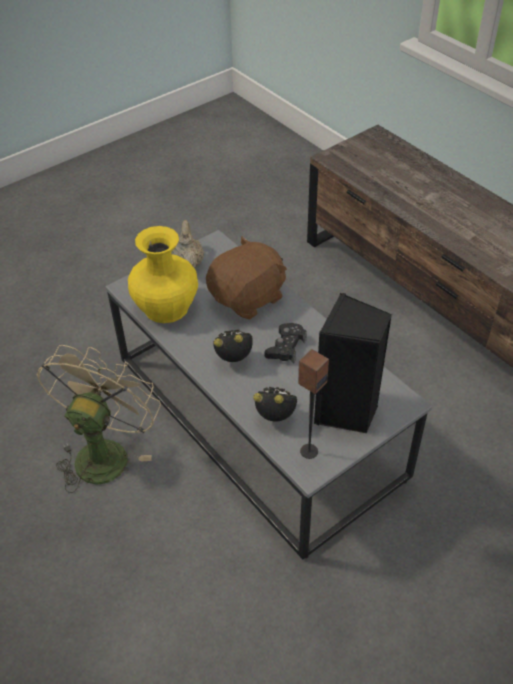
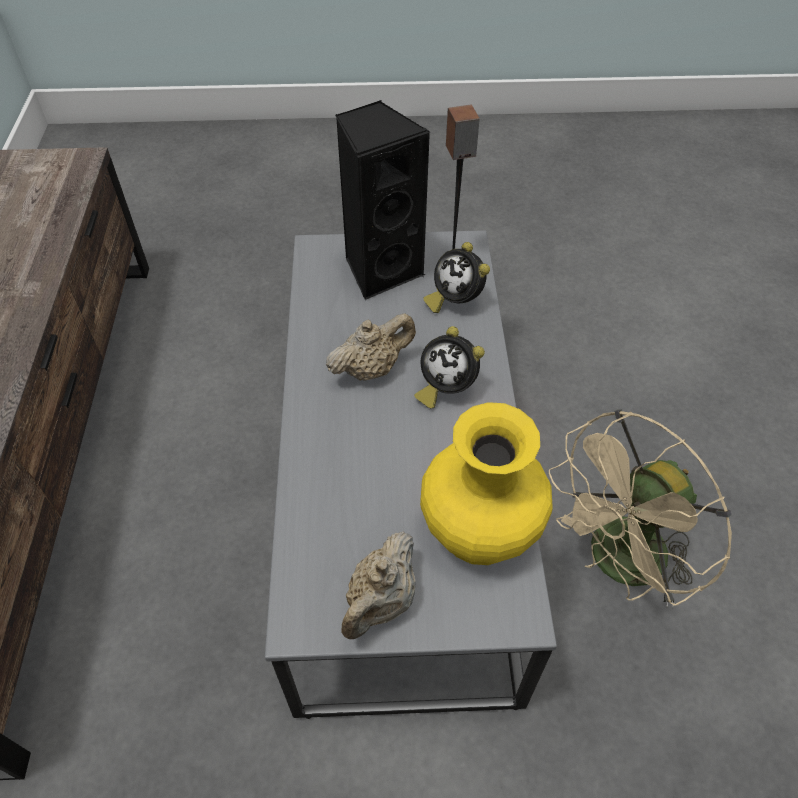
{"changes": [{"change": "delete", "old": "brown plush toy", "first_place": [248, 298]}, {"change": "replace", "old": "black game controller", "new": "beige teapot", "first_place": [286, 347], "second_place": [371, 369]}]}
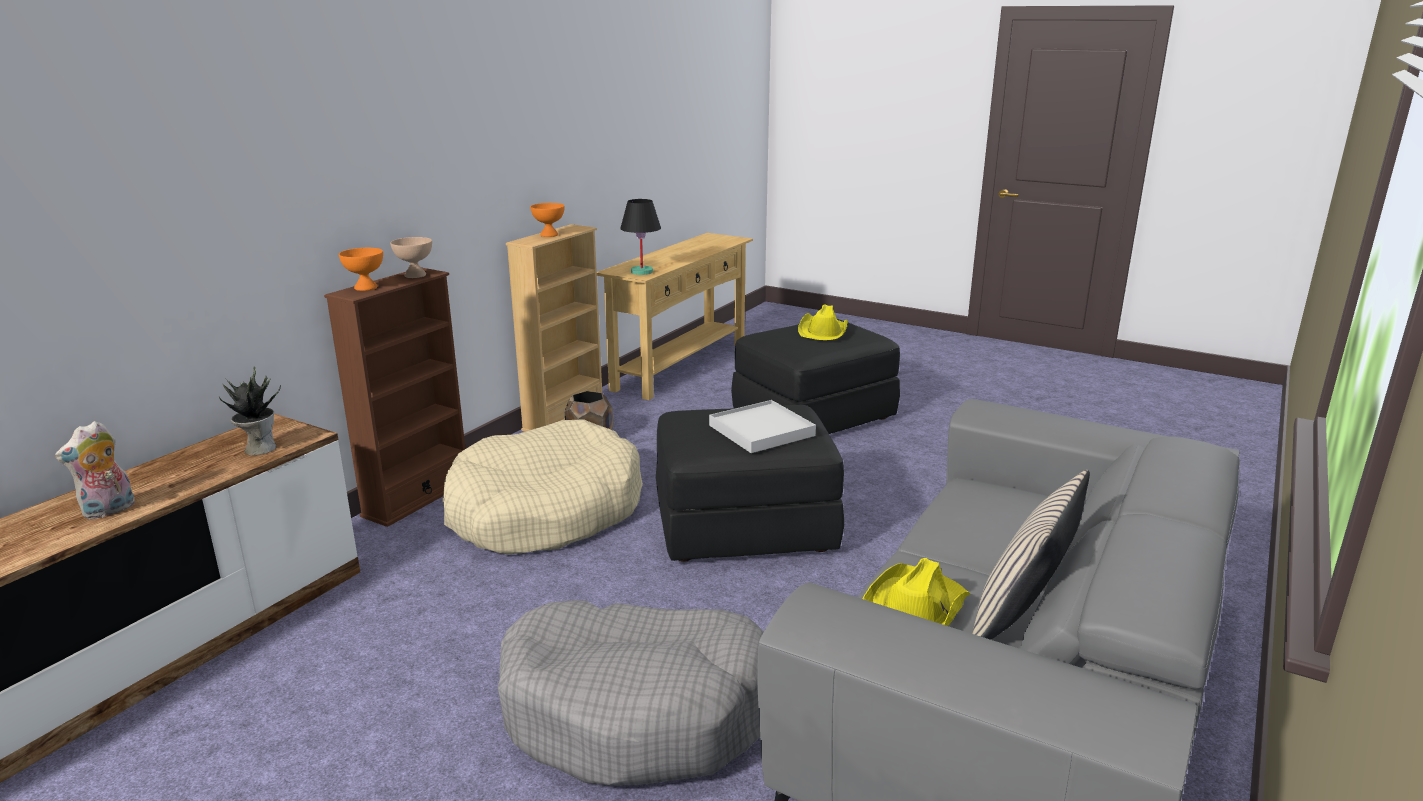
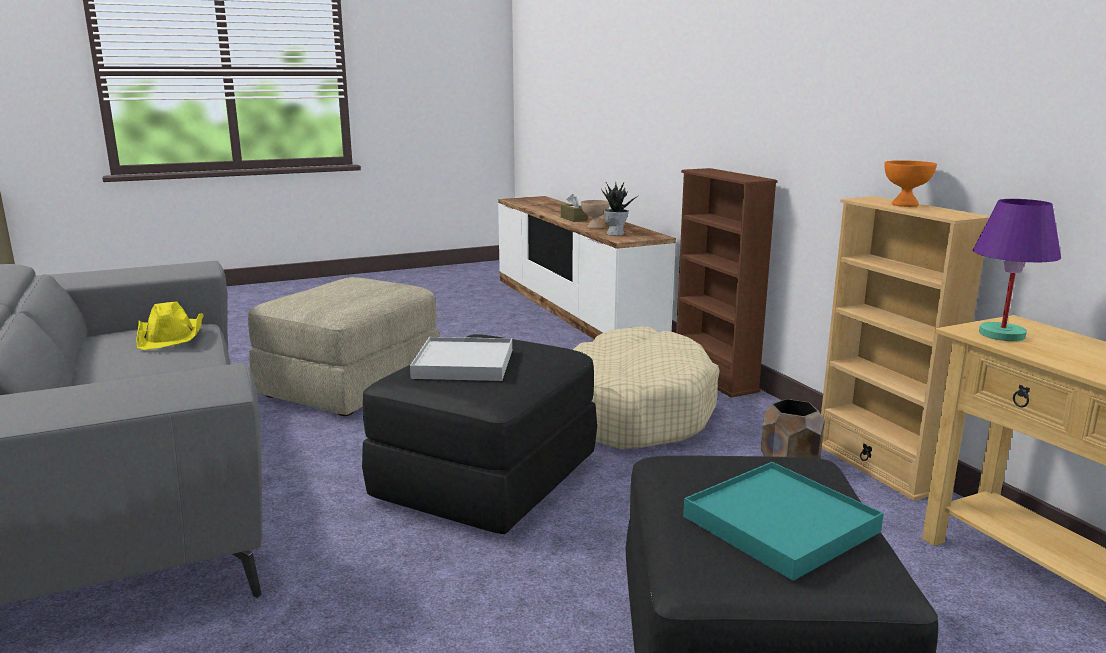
{"changes": [{"change": "recolor", "old": "black table lamp", "new": "purple table lamp", "first_place": [642, 272], "second_place": [1001, 335]}, {"change": "move", "old": "beige bowl", "first_place": [414, 275], "second_place": [595, 227]}, {"change": "delete", "old": "orange bowl", "first_place": [365, 287]}, {"change": "replace", "old": "yellow hat", "new": "turquoise tray", "first_place": [823, 331], "second_place": [780, 524]}, {"change": "replace", "old": "plush toy", "new": "brown tissue box", "first_place": [109, 511], "second_place": [574, 219]}, {"change": "delete", "old": "beige pillow", "first_place": [1021, 620]}, {"change": "replace", "old": "grey dog bed", "new": "beige ottoman", "first_place": [639, 711], "second_place": [351, 384]}]}
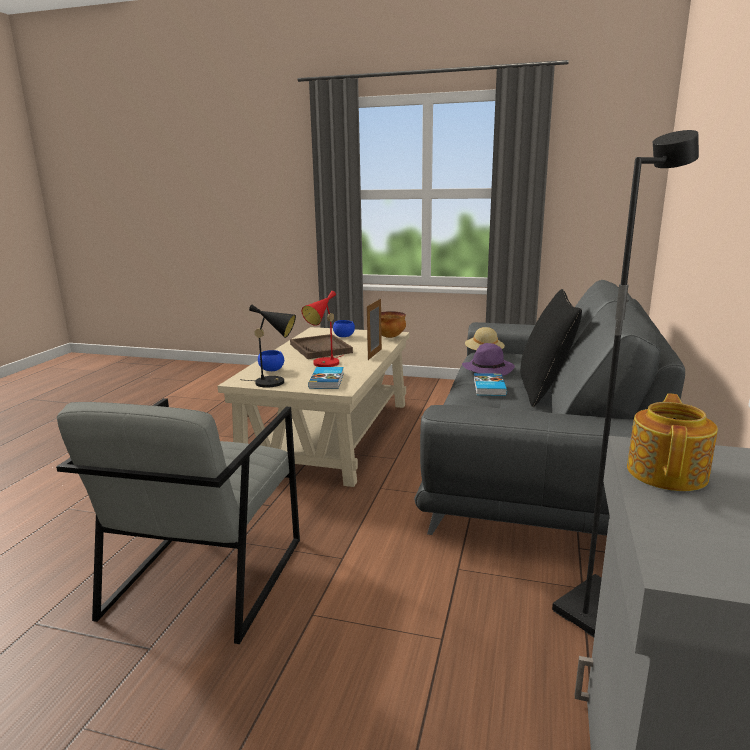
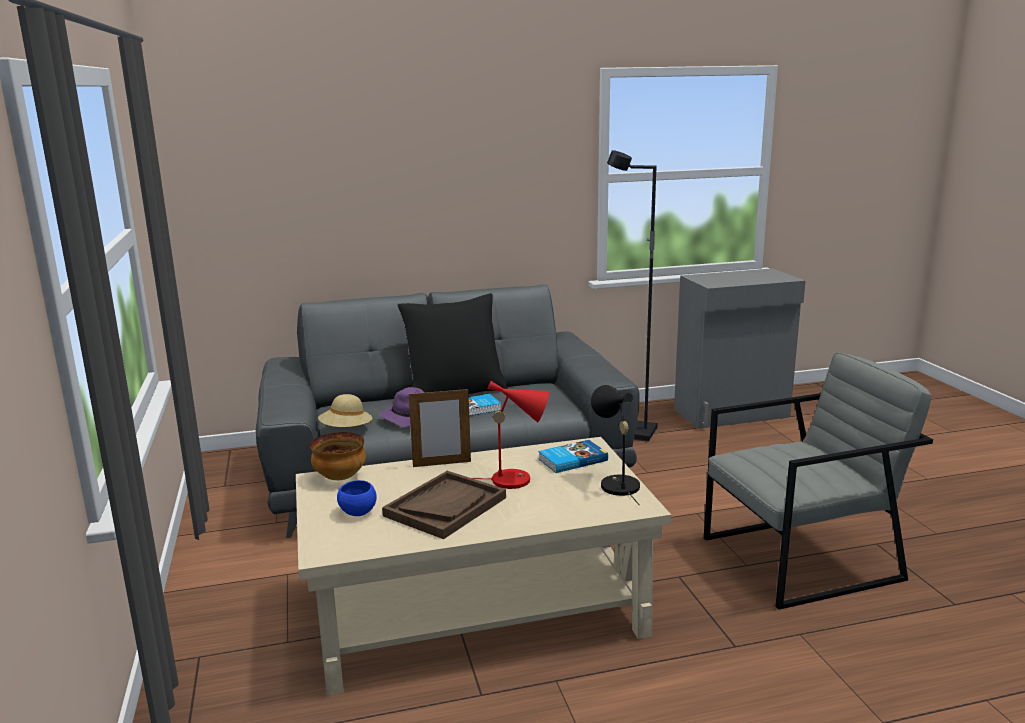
{"changes": [{"change": "delete", "old": "blue bowl", "first_place": [271, 370]}, {"change": "delete", "old": "teapot", "first_place": [667, 472]}]}
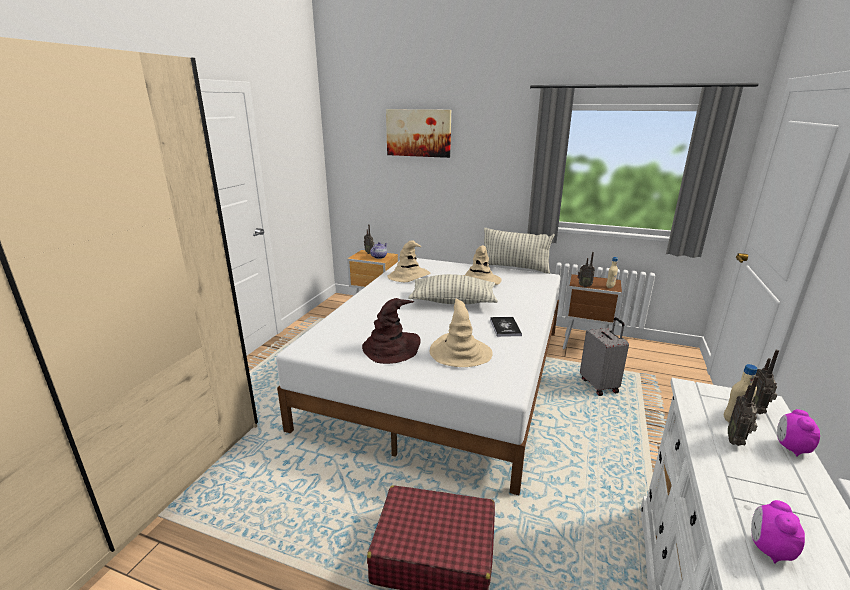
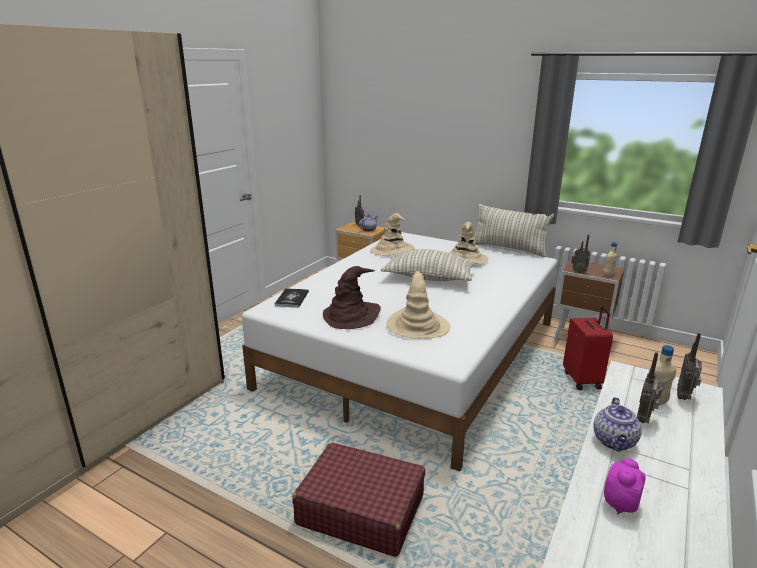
{"changes": [{"change": "delete", "old": "picture", "first_place": [418, 133]}, {"change": "move", "old": "book", "first_place": [505, 327], "second_place": [292, 299]}, {"change": "recolor", "old": "grey suitcase", "new": "red suitcase", "first_place": [599, 385], "second_place": [582, 380]}, {"change": "delete", "old": "alarm clock", "first_place": [790, 448]}, {"change": "insert", "new": "teapot", "second_place": [614, 442]}]}
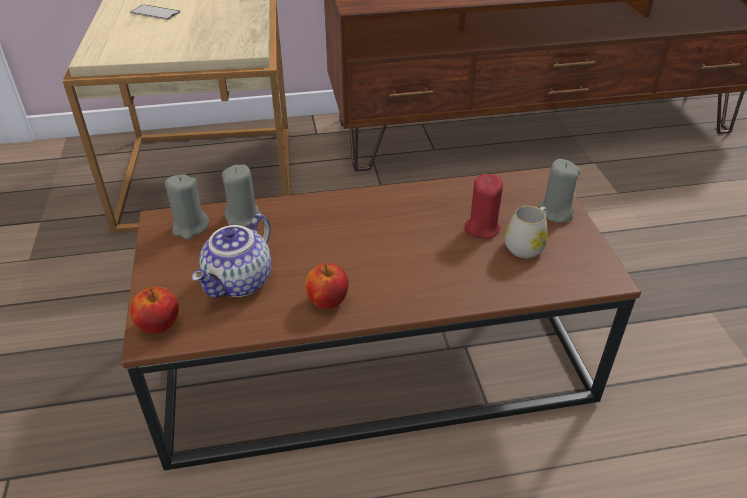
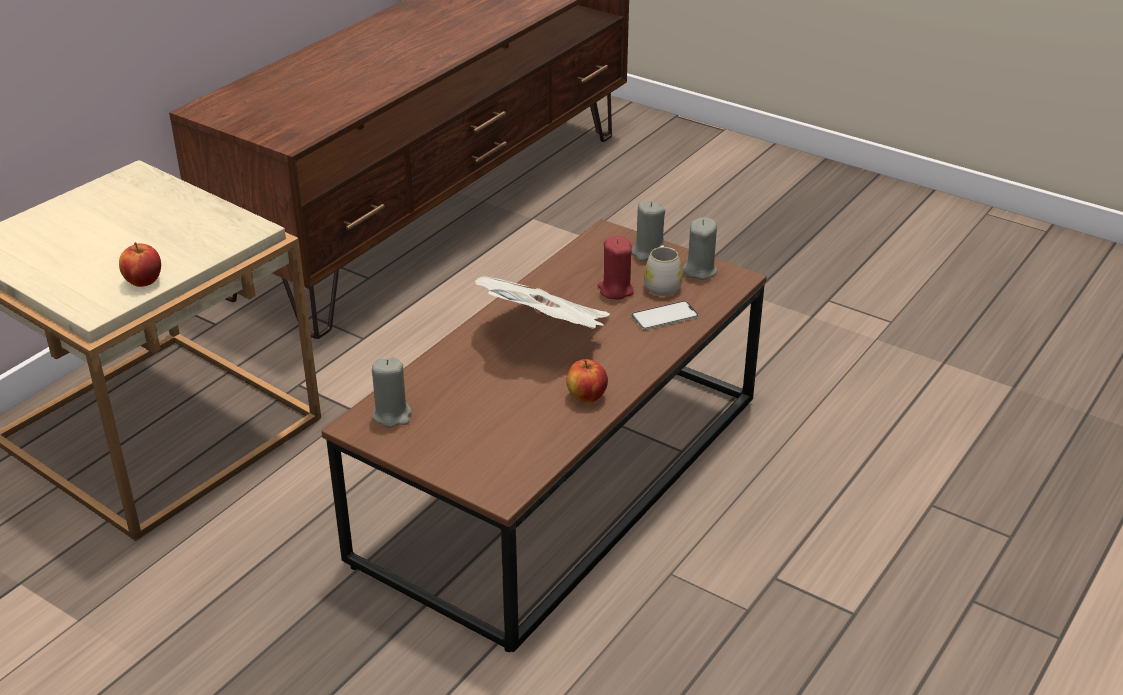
{"changes": [{"change": "move", "old": "phone", "first_place": [155, 13], "second_place": [664, 316]}, {"change": "move", "old": "grey candle", "first_place": [243, 217], "second_place": [699, 270]}, {"change": "delete", "old": "teapot", "first_place": [240, 283]}, {"change": "move", "old": "apple", "first_place": [159, 325], "second_place": [143, 282]}, {"change": "insert", "new": "newspaper", "second_place": [547, 332]}]}
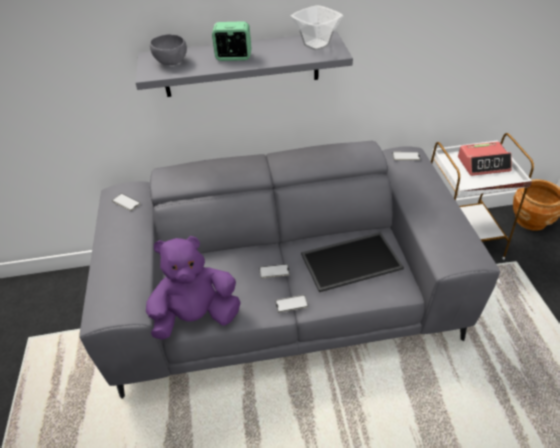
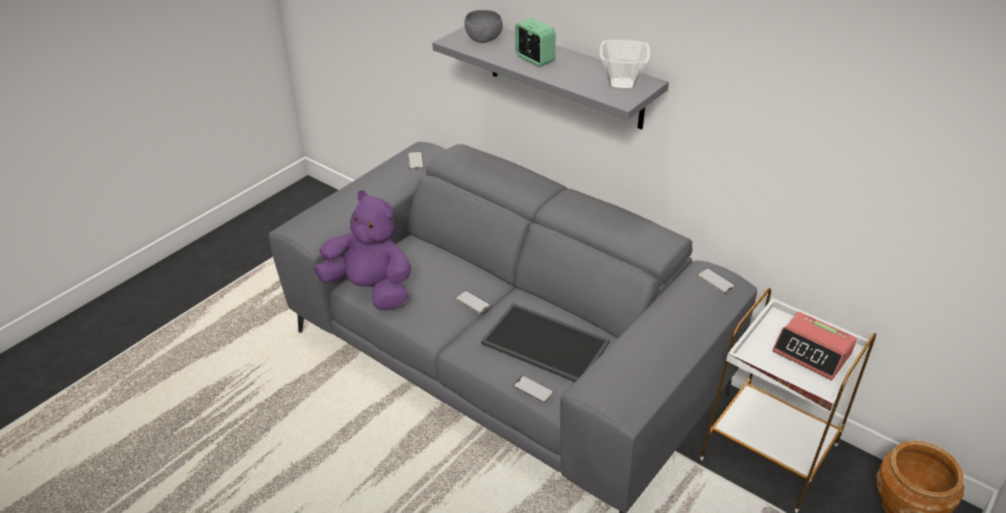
{"changes": [{"change": "move", "old": "phone", "first_place": [291, 303], "second_place": [533, 389]}]}
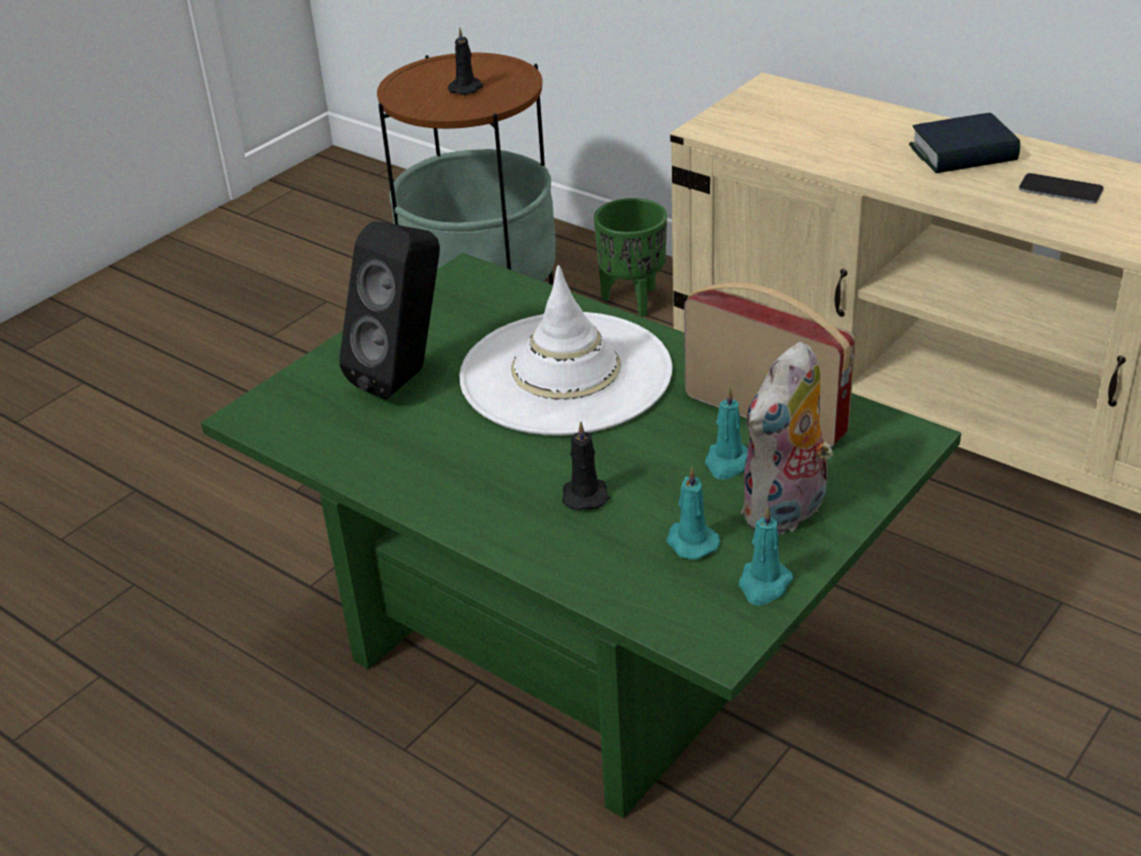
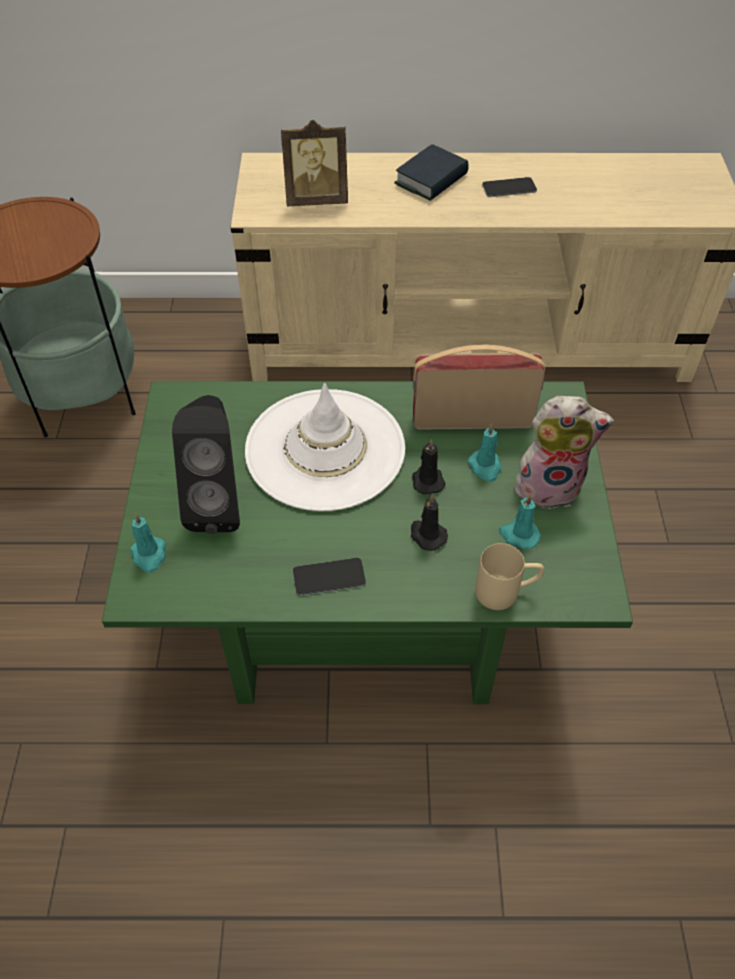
{"changes": [{"change": "move", "old": "black candle", "first_place": [467, 88], "second_place": [427, 480]}, {"change": "delete", "old": "green planter", "first_place": [634, 300]}, {"change": "rotate", "old": "plush toy", "first_place": [786, 513], "second_place": [549, 485], "degrees": -90}, {"change": "move", "old": "turquoise candle", "first_place": [764, 585], "second_place": [149, 555]}, {"change": "insert", "new": "picture frame", "second_place": [316, 199]}, {"change": "insert", "new": "beige mug", "second_place": [506, 592]}, {"change": "insert", "new": "phone", "second_place": [329, 577]}]}
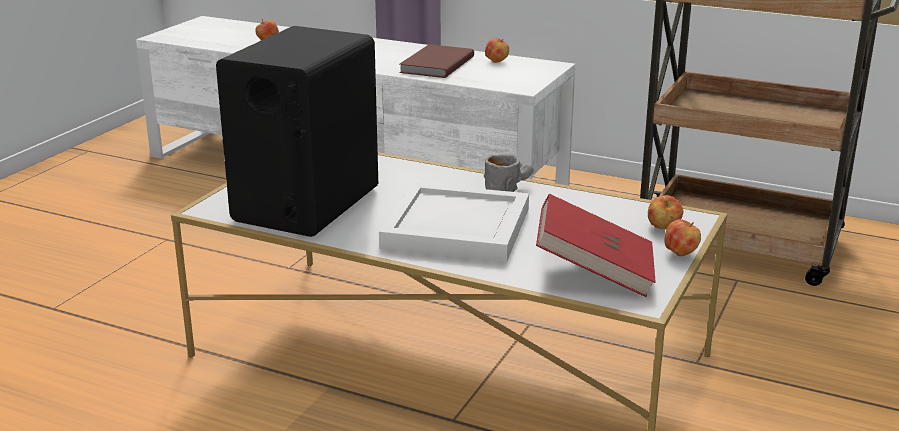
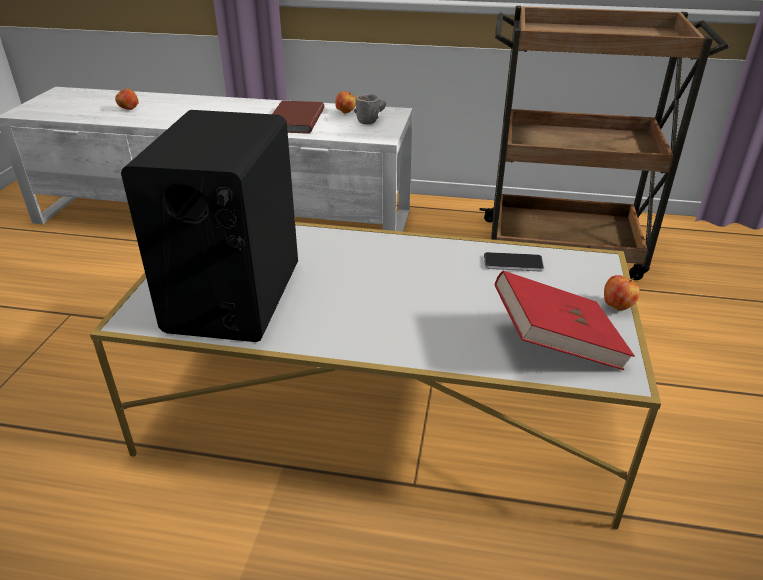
{"changes": [{"change": "move", "old": "grey mug", "first_place": [508, 189], "second_place": [371, 119]}, {"change": "delete", "old": "white tray", "first_place": [458, 229]}, {"change": "delete", "old": "apple", "first_place": [663, 228]}, {"change": "insert", "new": "phone", "second_place": [513, 263]}]}
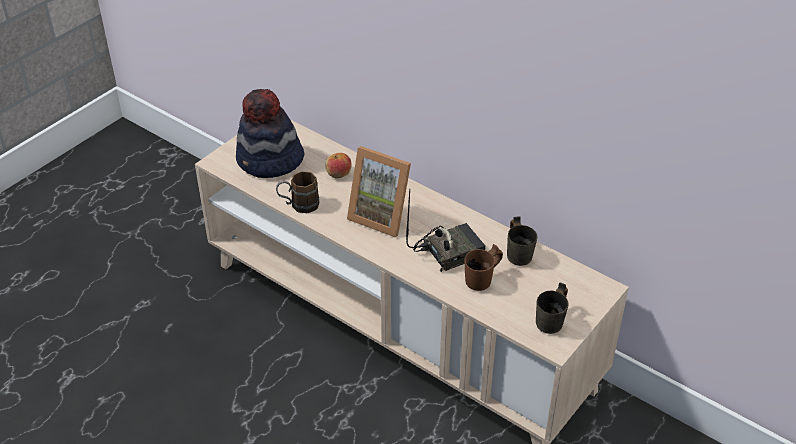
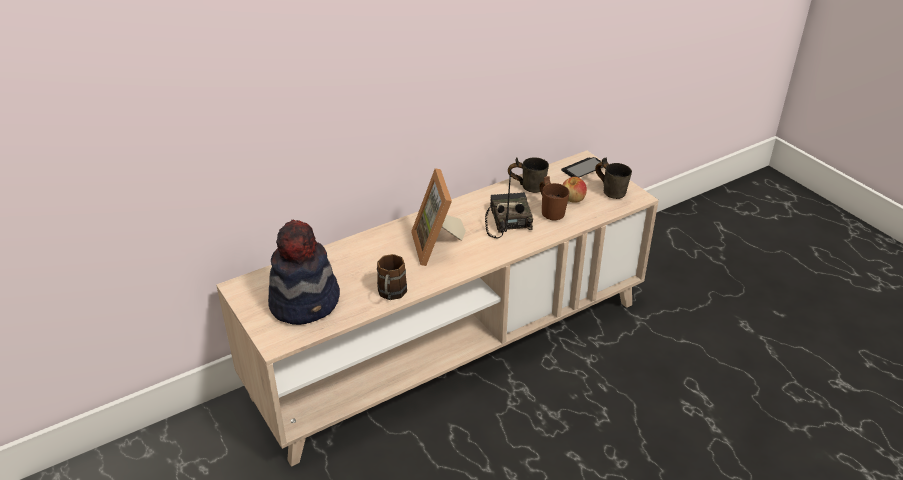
{"changes": [{"change": "rotate", "old": "picture frame", "first_place": [382, 215], "second_place": [438, 246], "degrees": 120}, {"change": "move", "old": "apple", "first_place": [338, 174], "second_place": [573, 199]}, {"change": "insert", "new": "phone", "second_place": [583, 169]}]}
